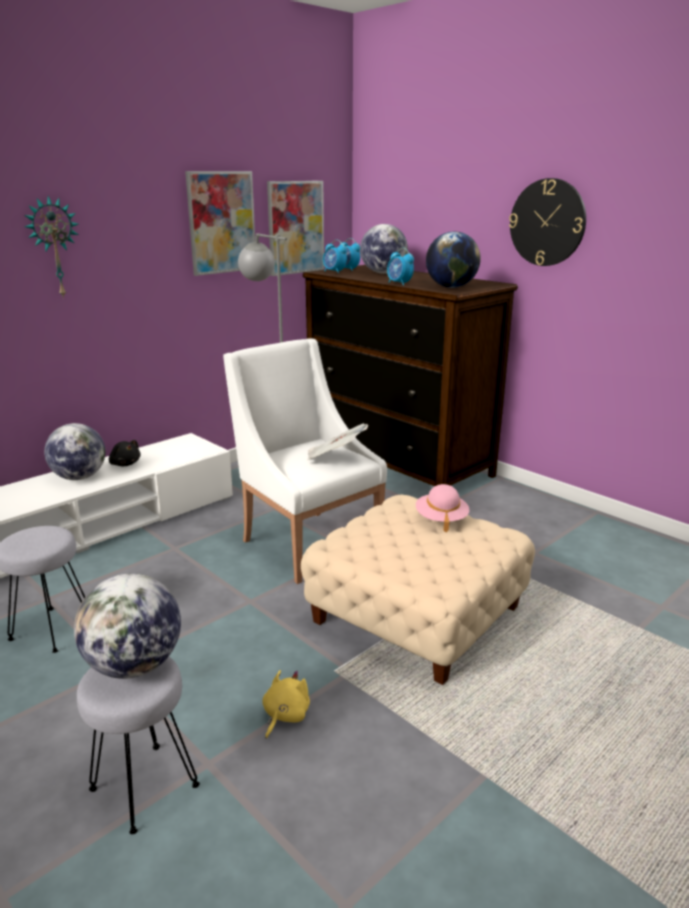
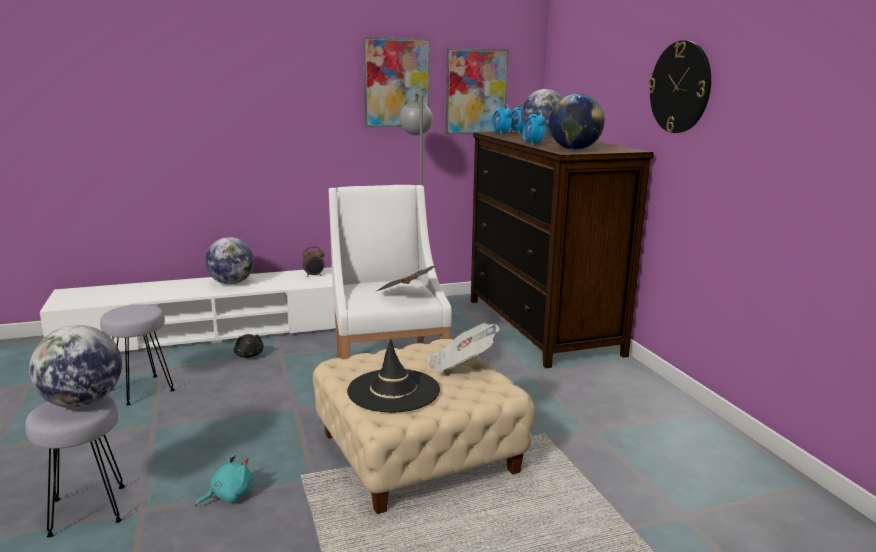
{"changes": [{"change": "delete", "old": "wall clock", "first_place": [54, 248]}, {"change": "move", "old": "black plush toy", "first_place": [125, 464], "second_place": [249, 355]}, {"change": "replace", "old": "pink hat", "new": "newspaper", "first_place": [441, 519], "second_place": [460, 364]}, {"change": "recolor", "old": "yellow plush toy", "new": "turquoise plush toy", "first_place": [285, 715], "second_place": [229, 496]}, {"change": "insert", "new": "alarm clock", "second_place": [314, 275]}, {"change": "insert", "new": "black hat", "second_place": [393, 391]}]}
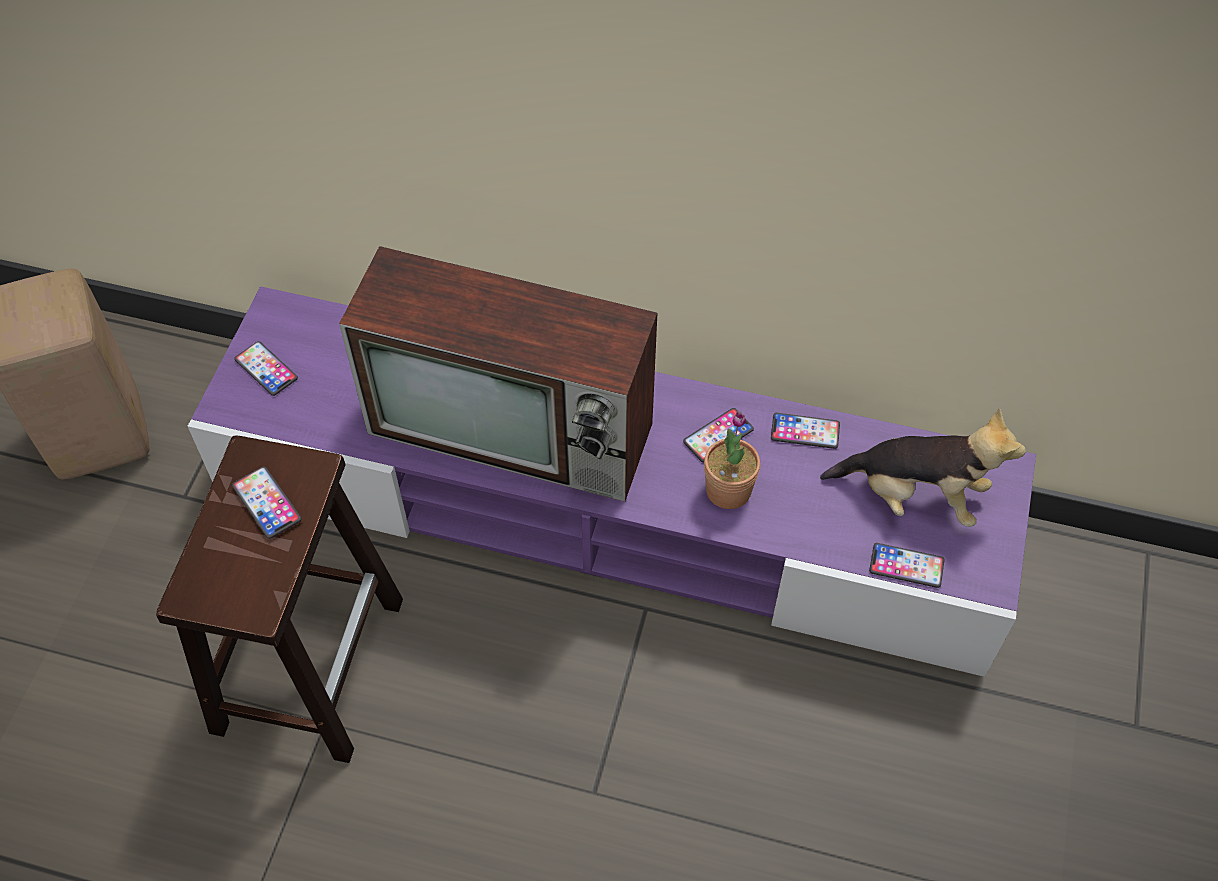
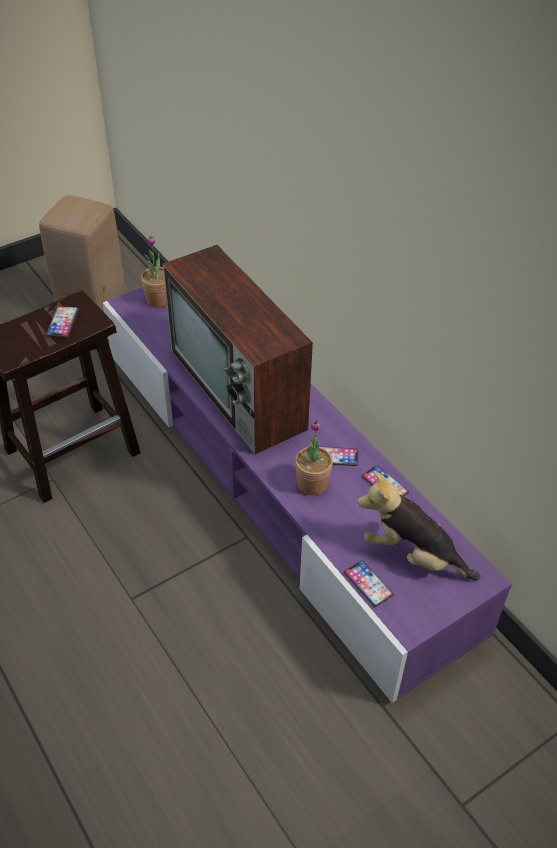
{"changes": [{"change": "replace", "old": "phone", "new": "potted plant", "first_place": [266, 369], "second_place": [158, 300]}, {"change": "rotate", "old": "plush toy", "first_place": [915, 496], "second_place": [412, 555], "degrees": 150}]}
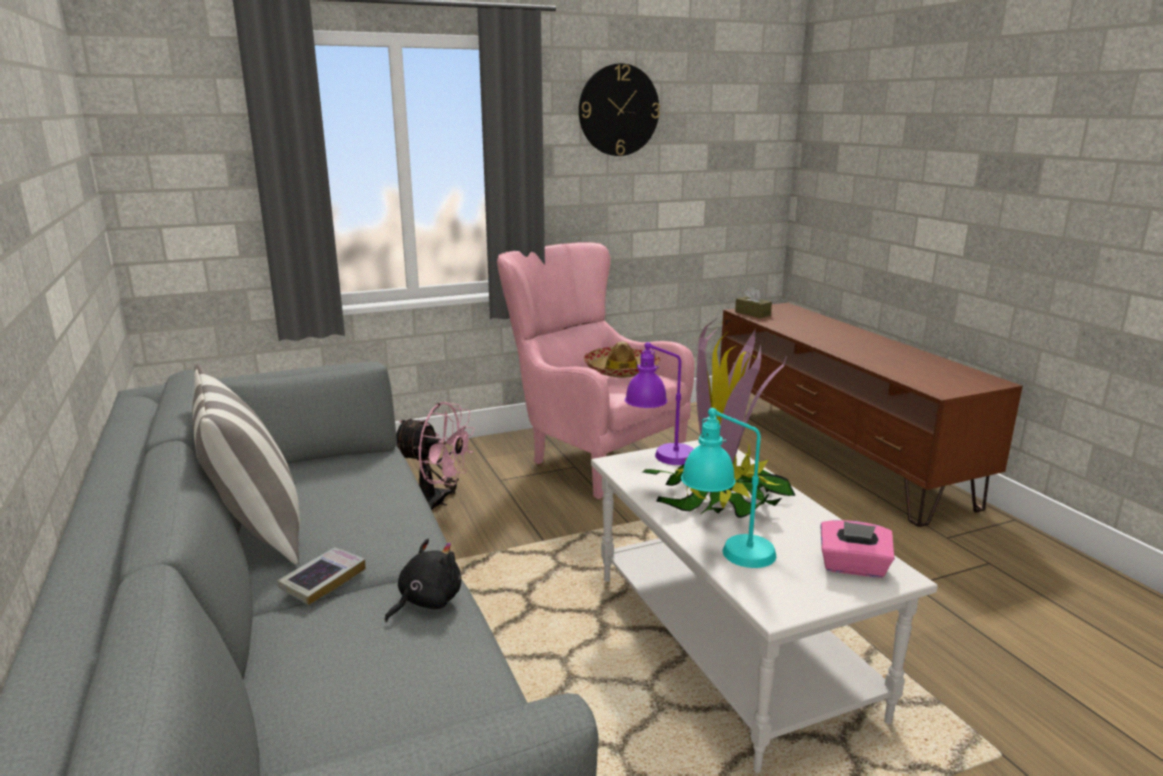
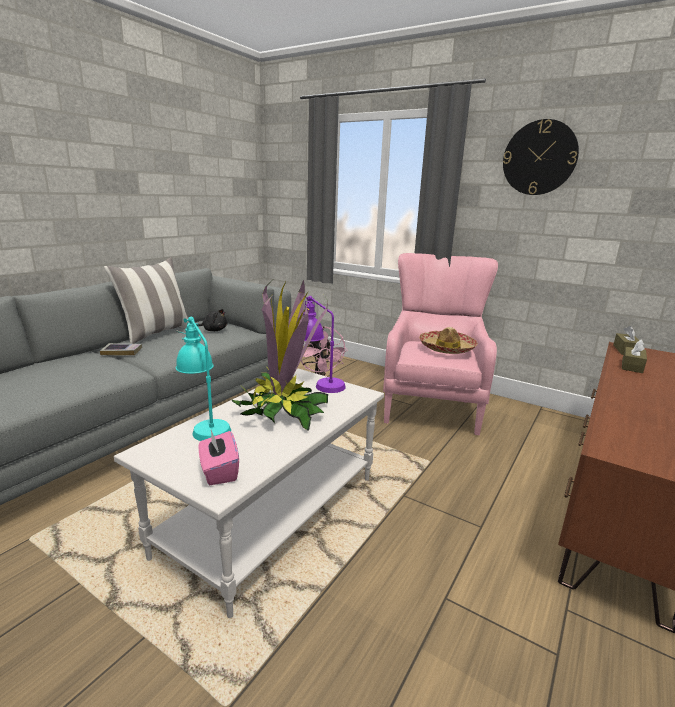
{"changes": [{"change": "move", "old": "black plush toy", "first_place": [426, 601], "second_place": [213, 330]}, {"change": "insert", "new": "brown tissue box", "second_place": [632, 366]}]}
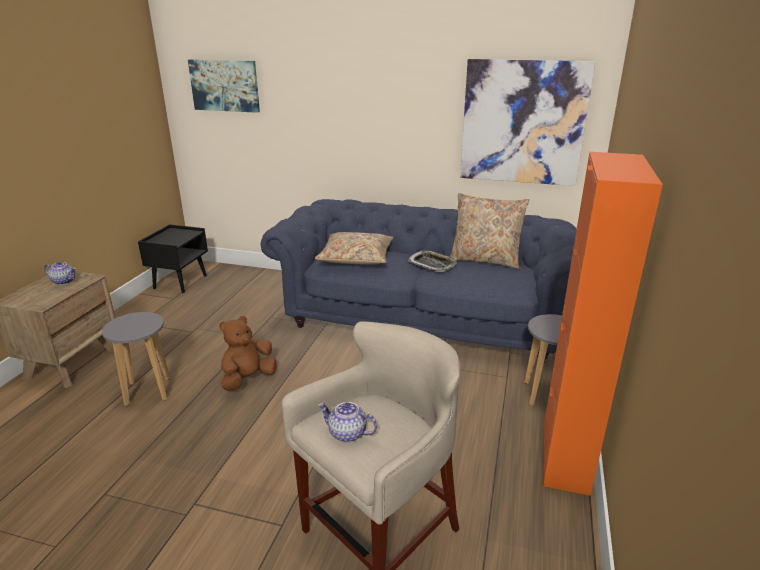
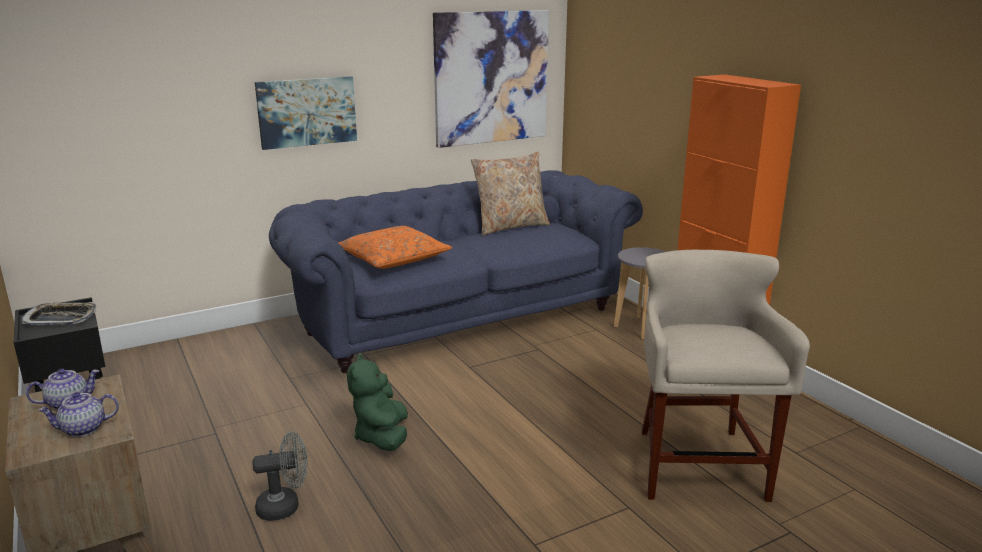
{"changes": [{"change": "move", "old": "picture", "first_place": [225, 85], "second_place": [307, 112]}, {"change": "recolor", "old": "beige pillow", "new": "orange pillow", "first_place": [356, 257], "second_place": [393, 259]}, {"change": "move", "old": "tray", "first_place": [432, 264], "second_place": [61, 318]}, {"change": "replace", "old": "grey stool", "new": "grey fan", "first_place": [148, 391], "second_place": [285, 506]}, {"change": "recolor", "old": "brown plush toy", "new": "green plush toy", "first_place": [248, 379], "second_place": [382, 437]}, {"change": "move", "old": "teapot", "first_place": [347, 434], "second_place": [83, 429]}]}
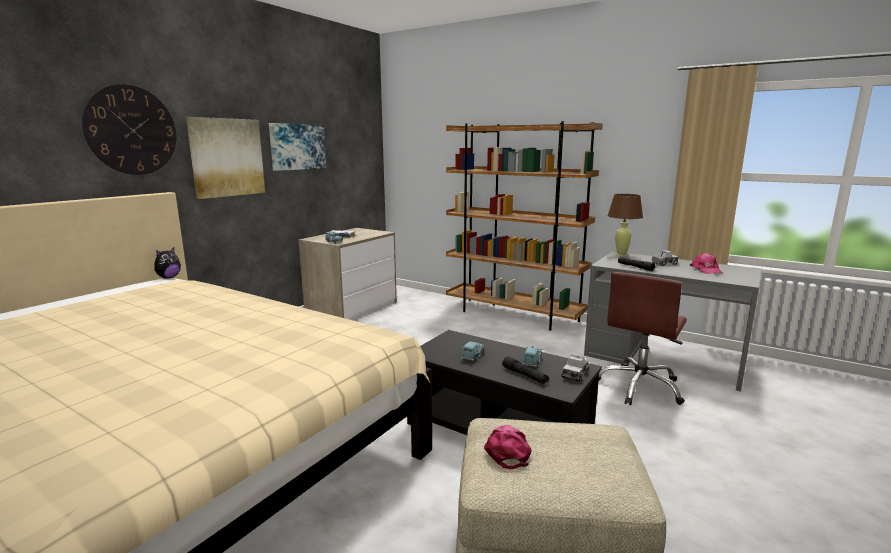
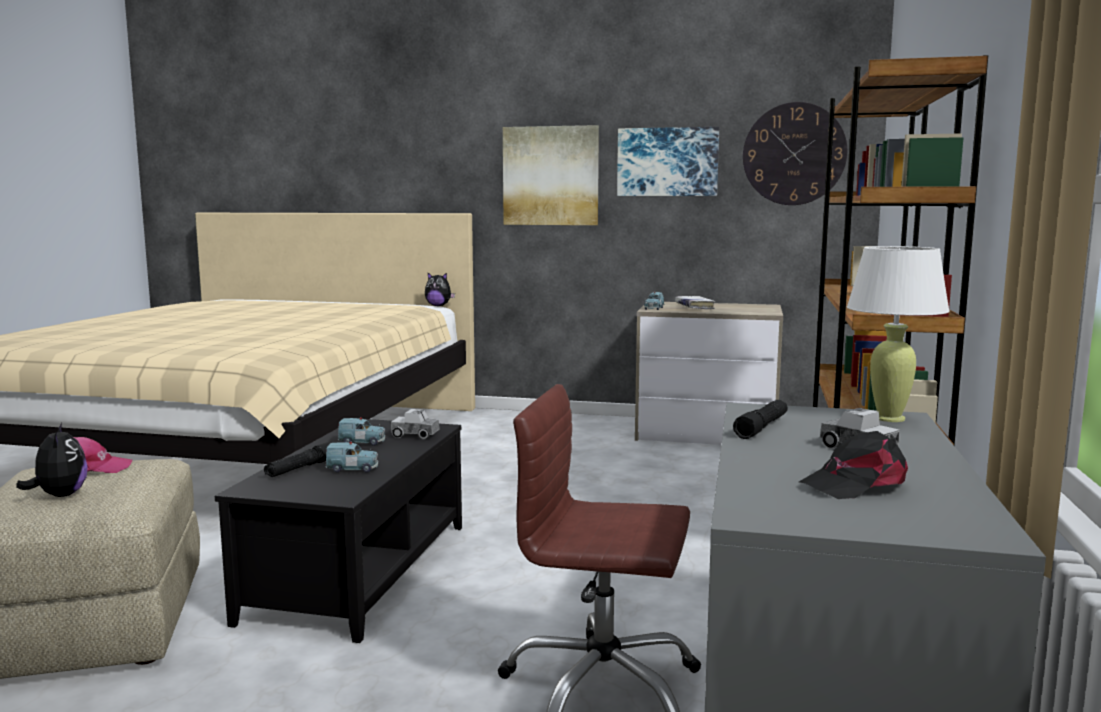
{"changes": [{"change": "move", "old": "wall clock", "first_place": [131, 130], "second_place": [794, 154]}, {"change": "recolor", "old": "brown table lamp", "new": "white table lamp", "first_place": [621, 255], "second_place": [889, 418]}, {"change": "recolor", "old": "pink cap", "new": "black cap", "first_place": [706, 270], "second_place": [855, 484]}, {"change": "move", "old": "toy truck", "first_place": [575, 374], "second_place": [415, 435]}, {"change": "insert", "new": "plush toy", "second_place": [59, 495]}]}
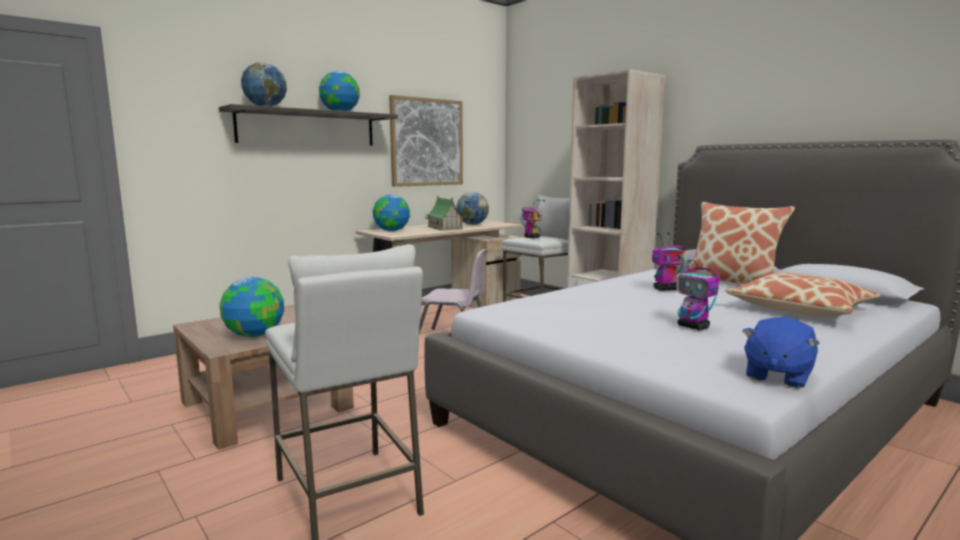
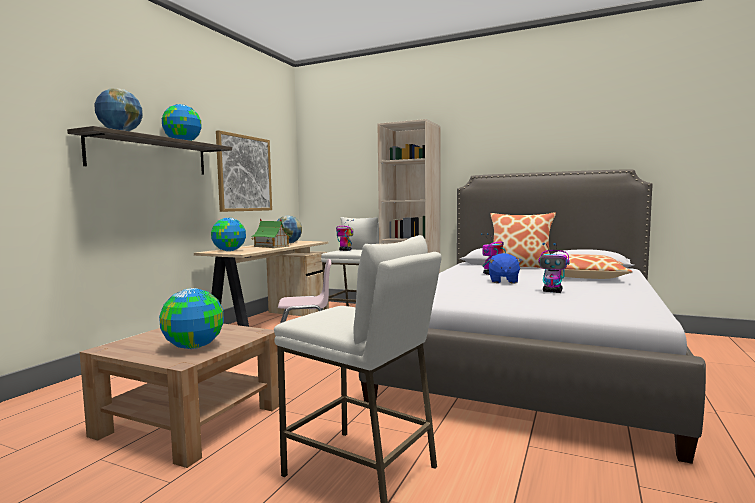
{"changes": [{"change": "move", "old": "blue plush toy", "first_place": [777, 375], "second_place": [503, 281]}]}
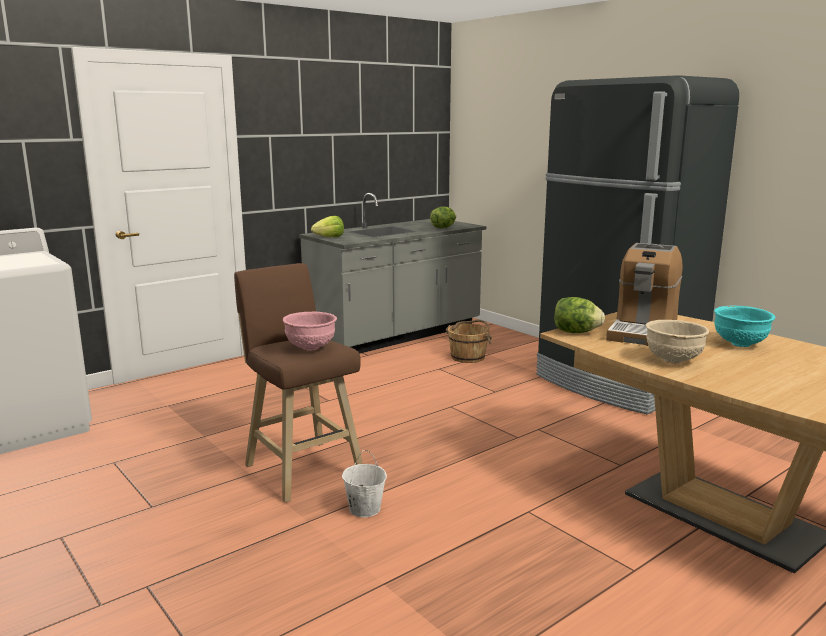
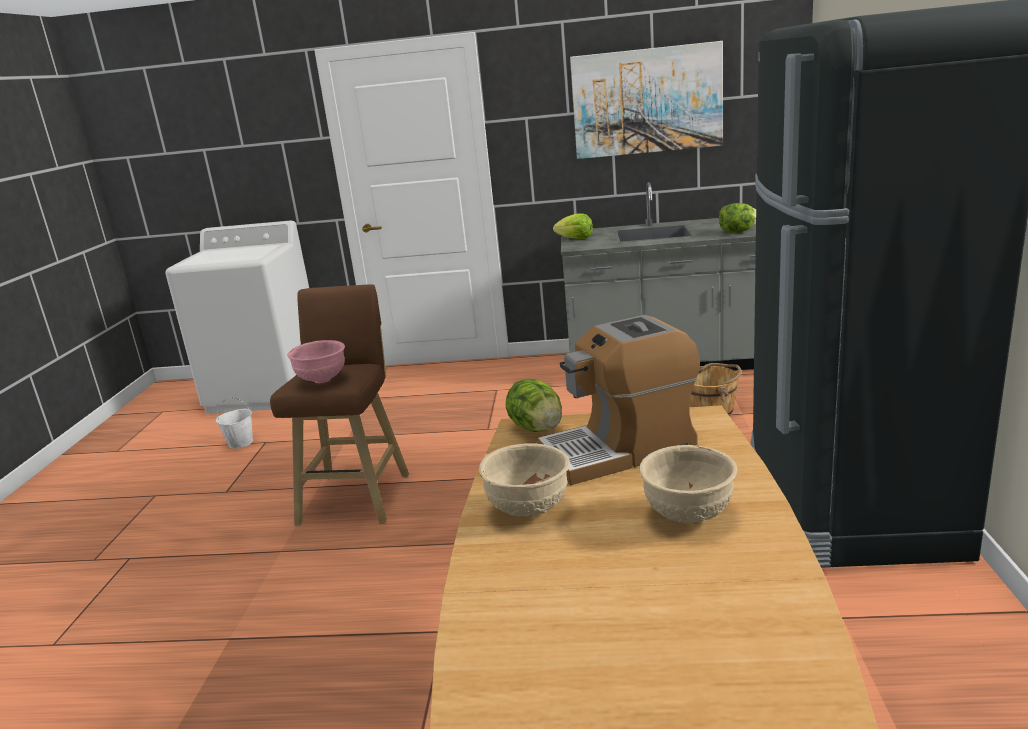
{"changes": [{"change": "recolor", "old": "turquoise bowl", "new": "beige bowl", "first_place": [740, 344], "second_place": [687, 515]}, {"change": "move", "old": "white bucket", "first_place": [364, 509], "second_place": [241, 443]}, {"change": "insert", "new": "picture", "second_place": [647, 101]}]}
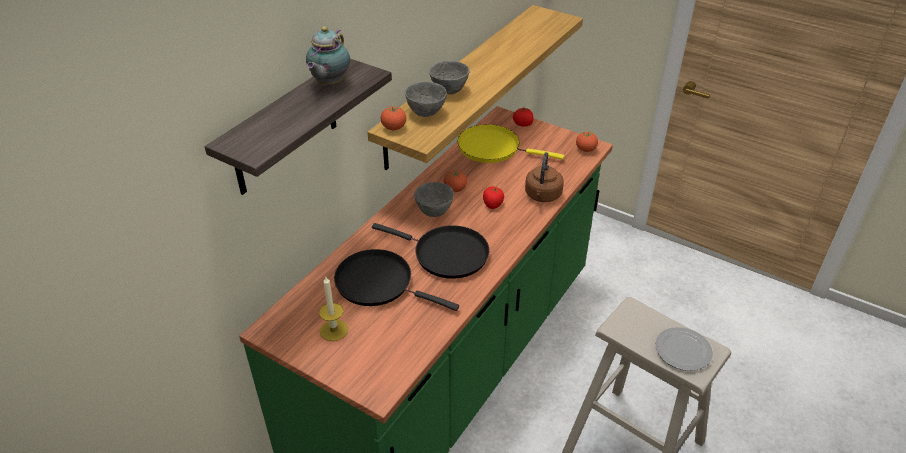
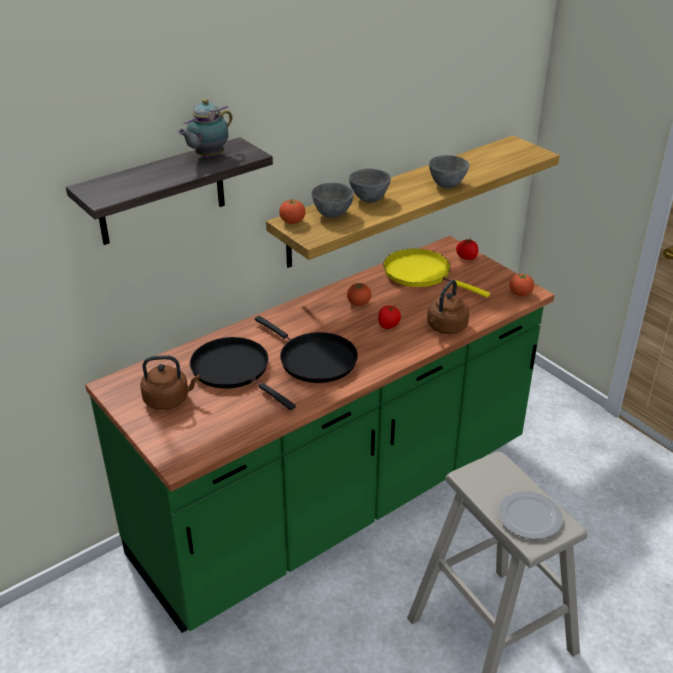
{"changes": [{"change": "move", "old": "grey bowl", "first_place": [433, 212], "second_place": [446, 185]}, {"change": "replace", "old": "candle", "new": "brown kettle", "first_place": [334, 330], "second_place": [169, 400]}]}
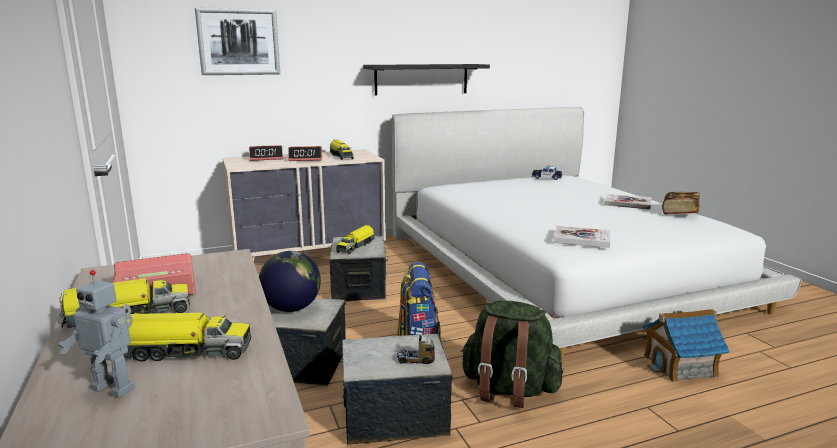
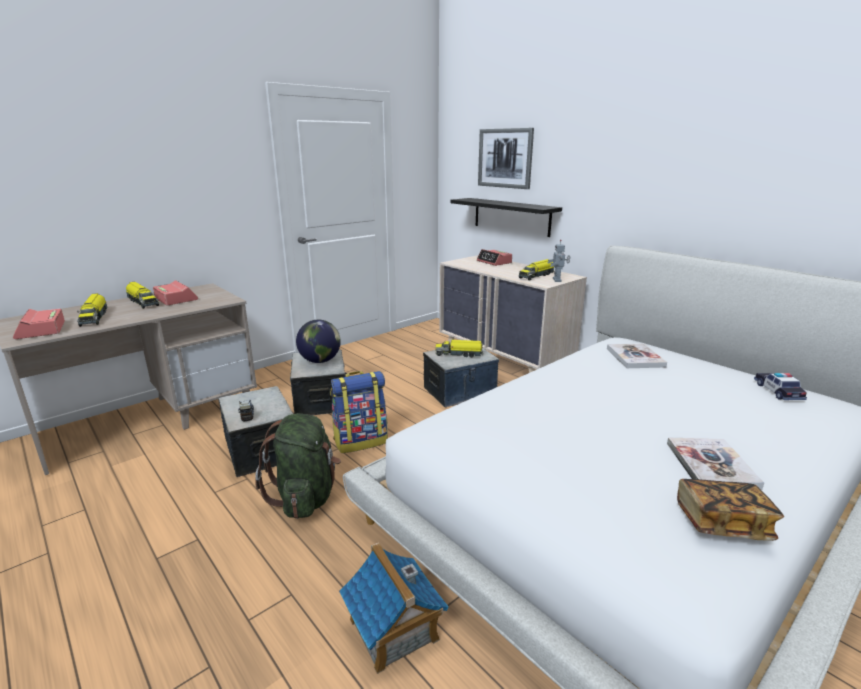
{"changes": [{"change": "move", "old": "black shelf", "first_place": [421, 79], "second_place": [511, 216]}, {"change": "move", "old": "alarm clock", "first_place": [306, 159], "second_place": [41, 330]}, {"change": "move", "old": "book", "first_place": [581, 238], "second_place": [635, 357]}, {"change": "move", "old": "toy robot", "first_place": [115, 387], "second_place": [557, 280]}]}
